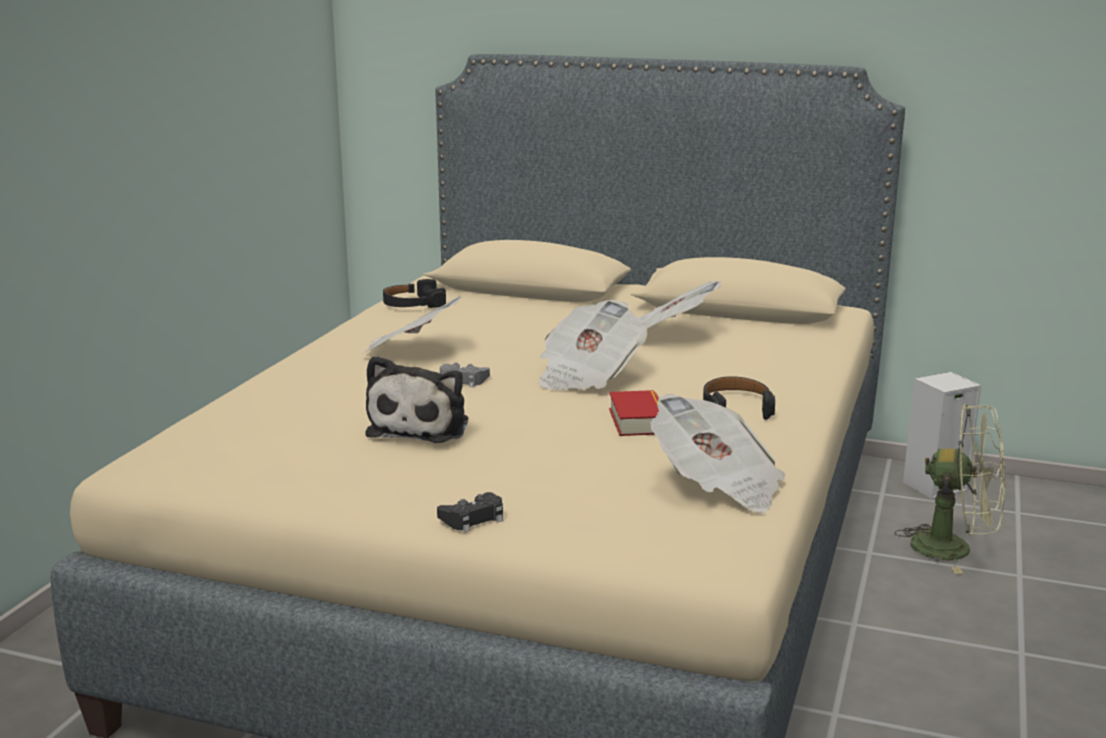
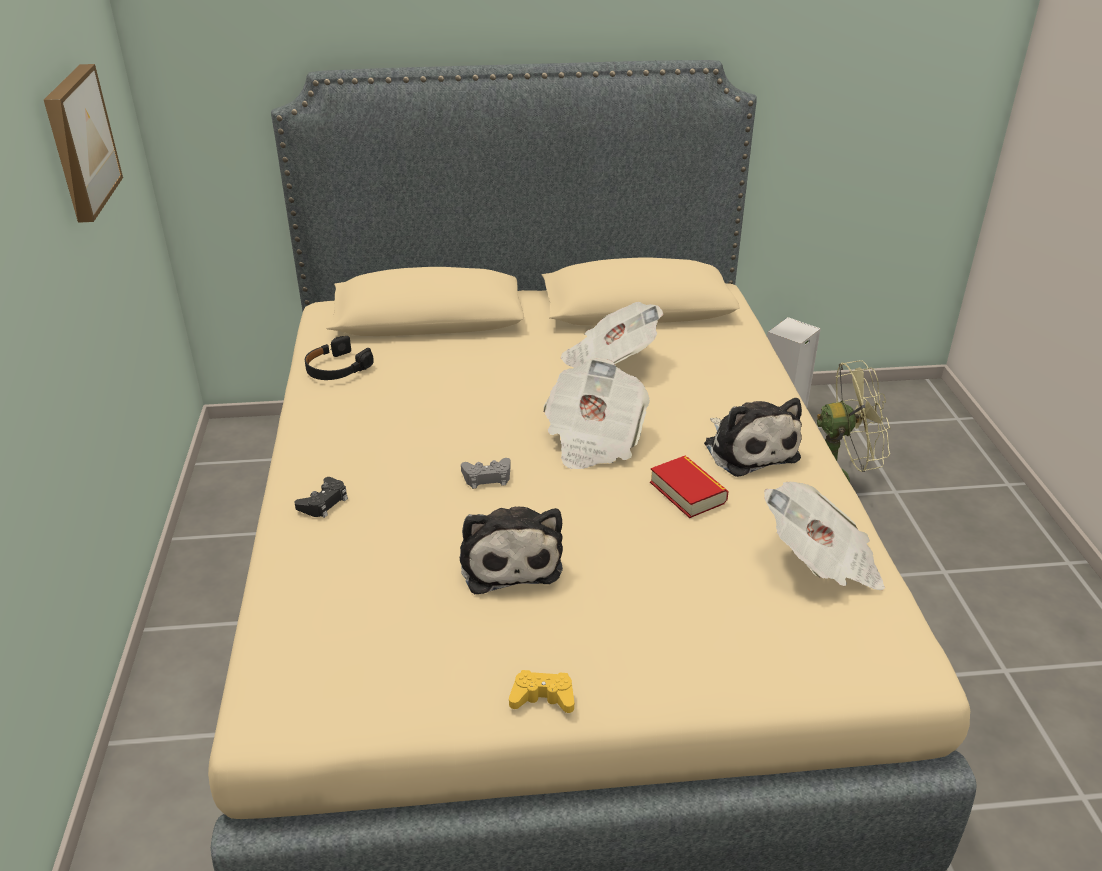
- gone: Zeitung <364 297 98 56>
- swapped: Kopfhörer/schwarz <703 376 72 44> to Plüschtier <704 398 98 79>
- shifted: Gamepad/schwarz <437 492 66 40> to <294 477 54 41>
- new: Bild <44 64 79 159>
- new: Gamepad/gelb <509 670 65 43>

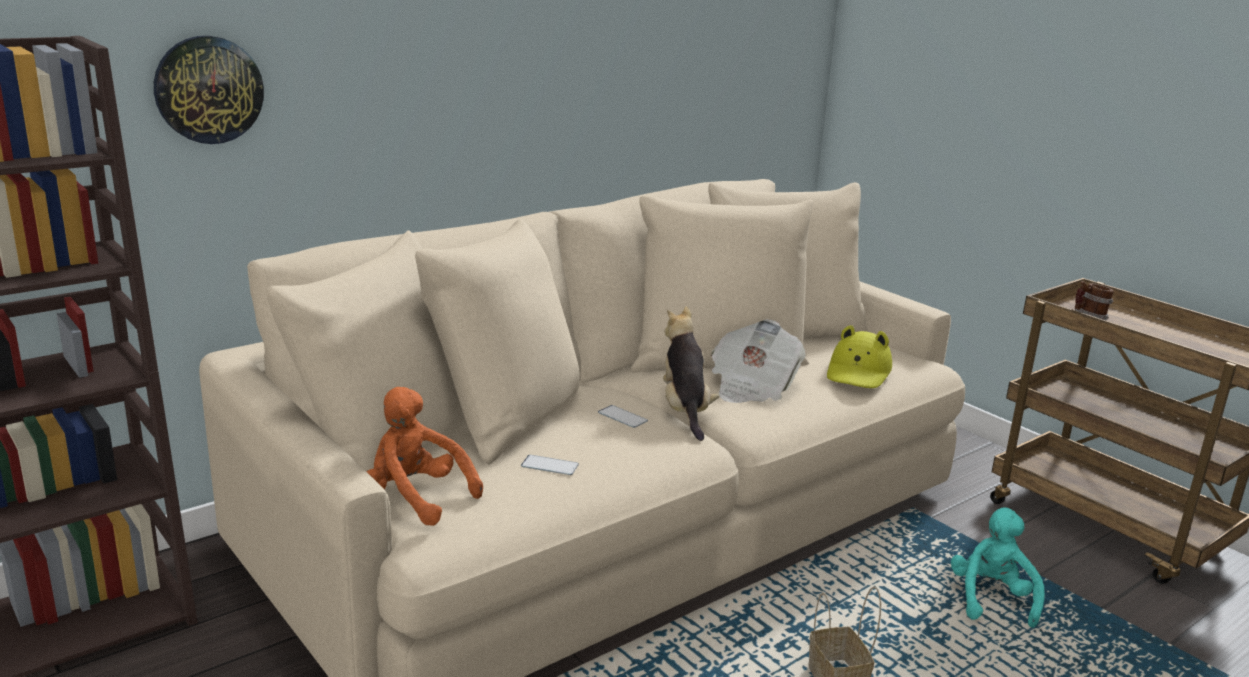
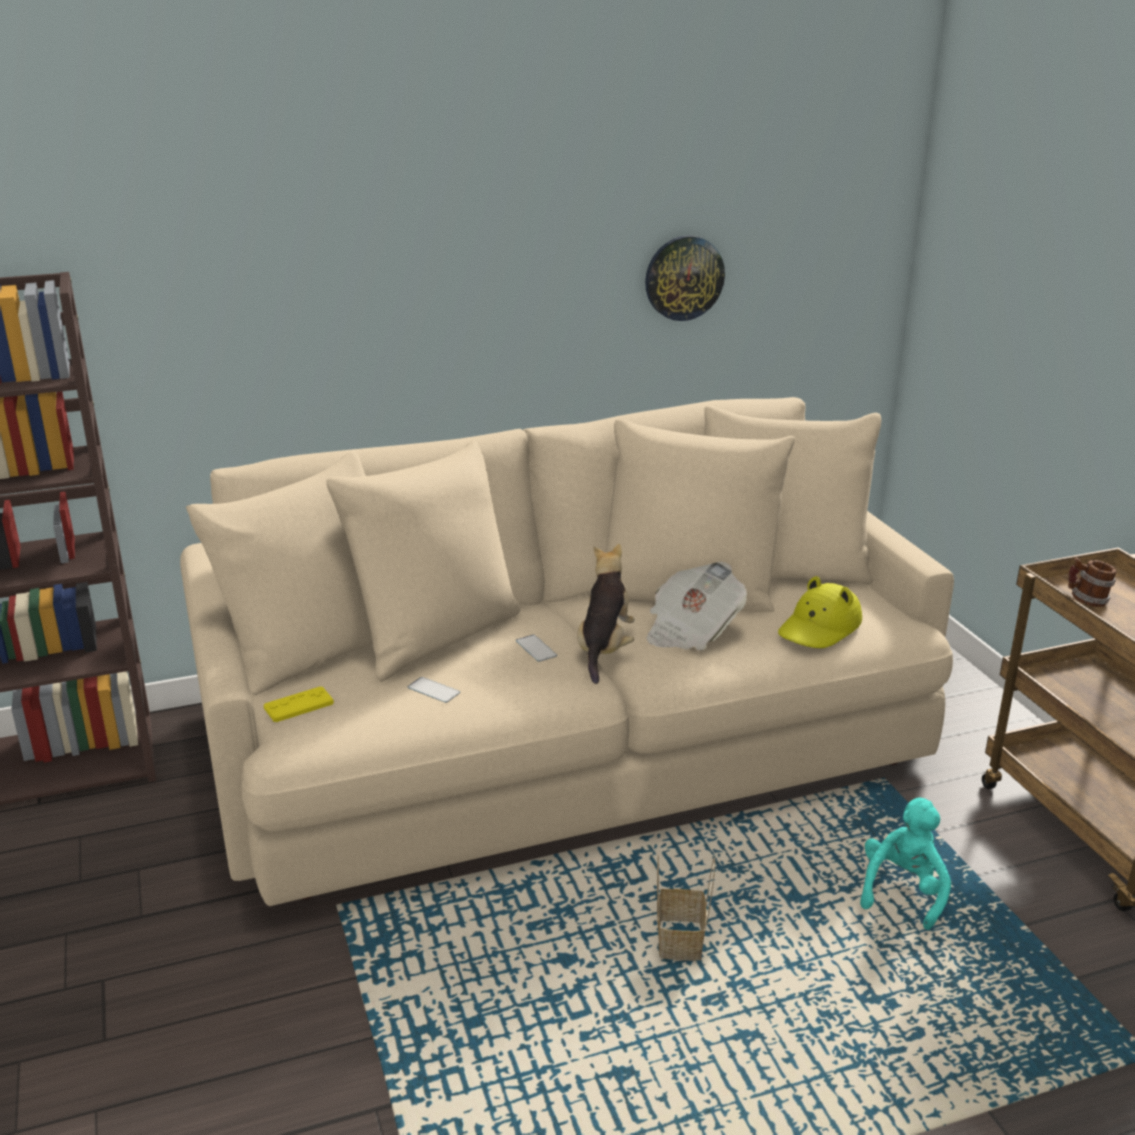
- shifted: Wanduhr <154 36 110 108> to <645 235 80 86>
- swapped: Plüschtier/orange <366 387 117 139> to Gamepad/gelb <264 686 70 36>

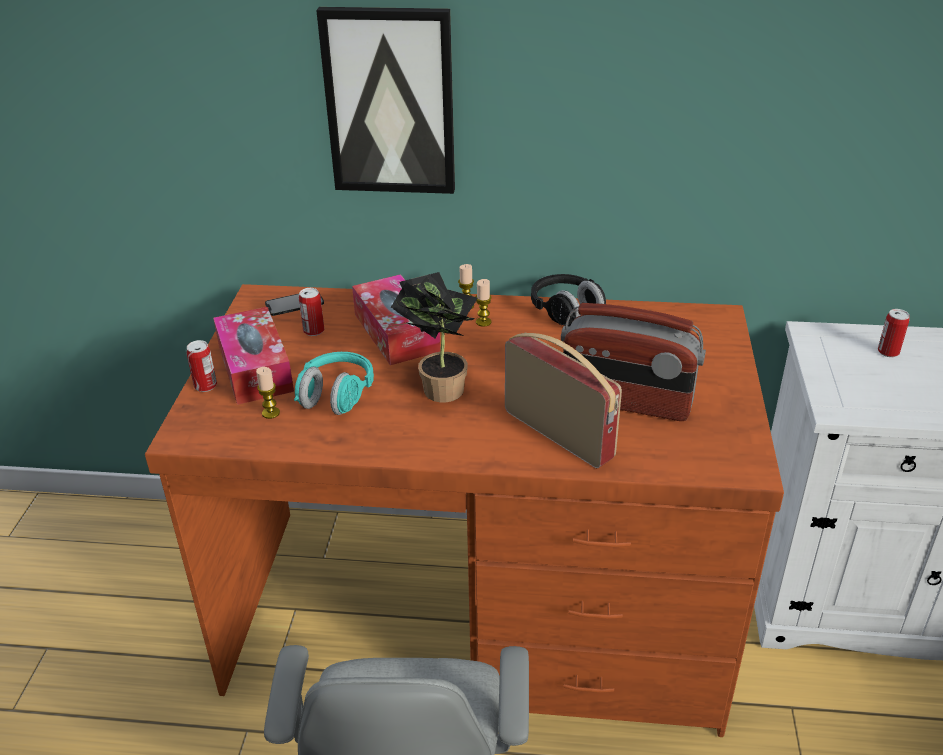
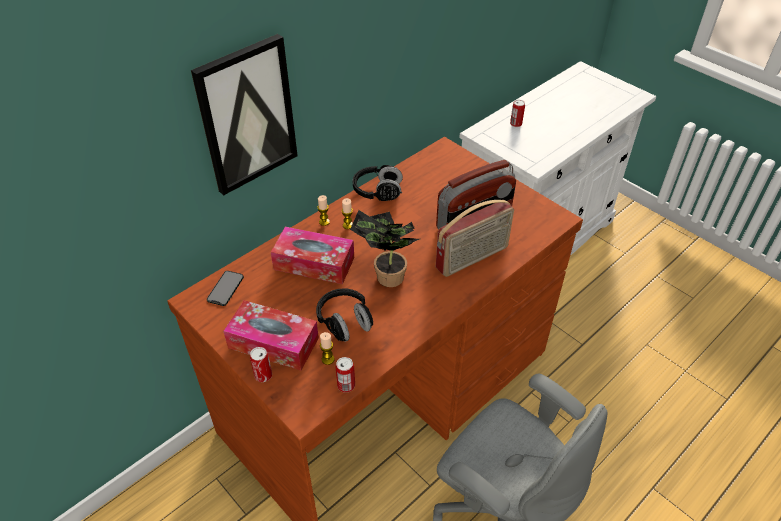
- shifted: Dose <299 288 25 48> to <336 357 19 35>
- rotated: Radio <505 333 117 135> = <436 200 78 77> 150 degrees clockwise
- repainted: Kopfhörer/türkis <294 352 80 63> to Kopfhörer/schwarz <316 288 57 54>

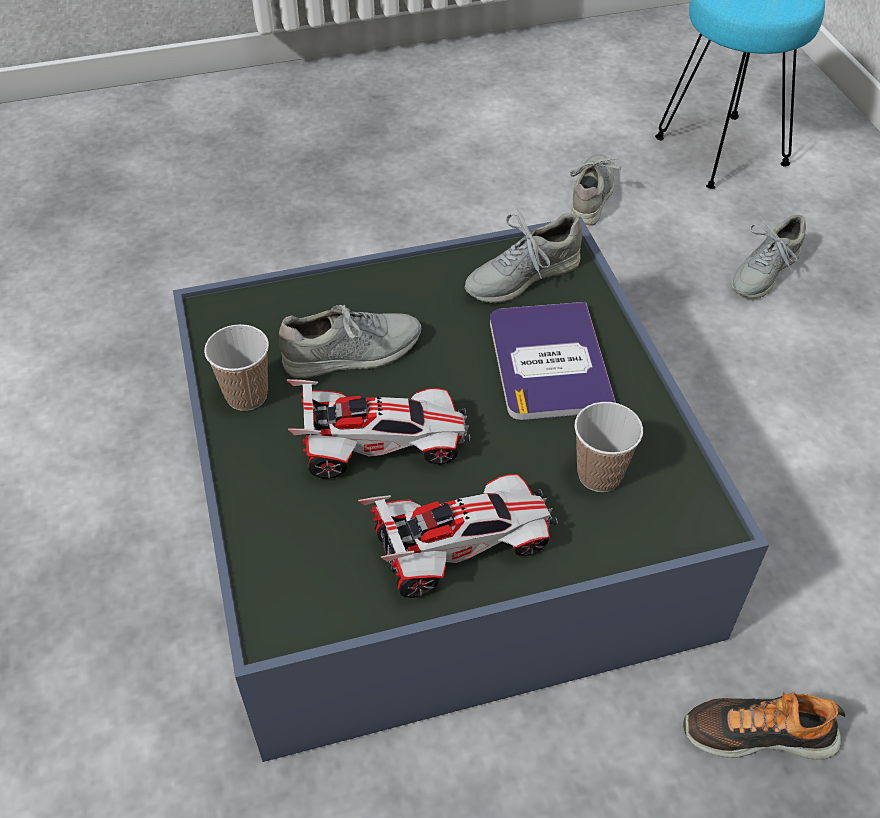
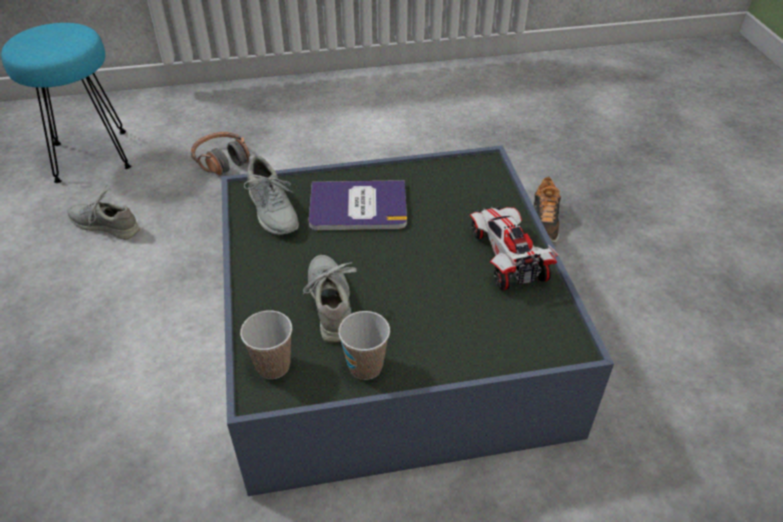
- swapped: Schuh/grau <731 214 75 85> to Kopfhörer <191 132 59 44>
- gone: Spielzeugauto <287 379 183 100>
- shifted: Tasse <574 402 69 90> to <240 310 52 69>

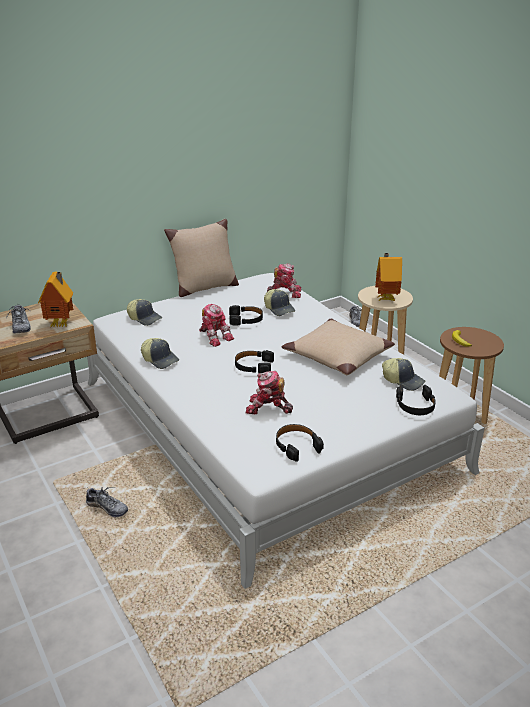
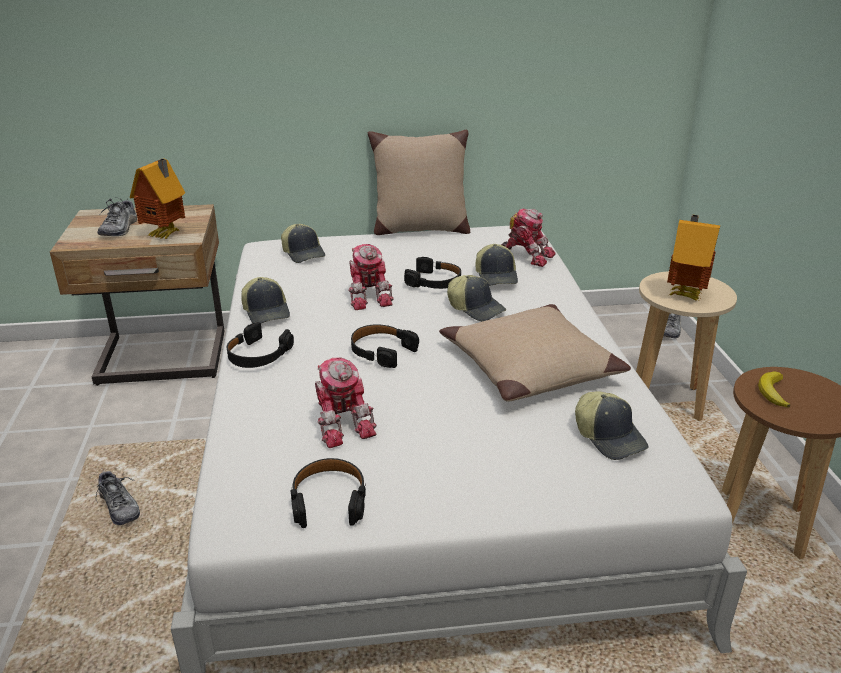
- rotated: Spielzeugroboter <246 371 47 43> = <315 357 62 91> 150 degrees counterclockwise
- shifted: Kopfhörer/schwarz <396 385 40 30> to <227 322 67 46>
- new: Kappe <447 275 59 46>

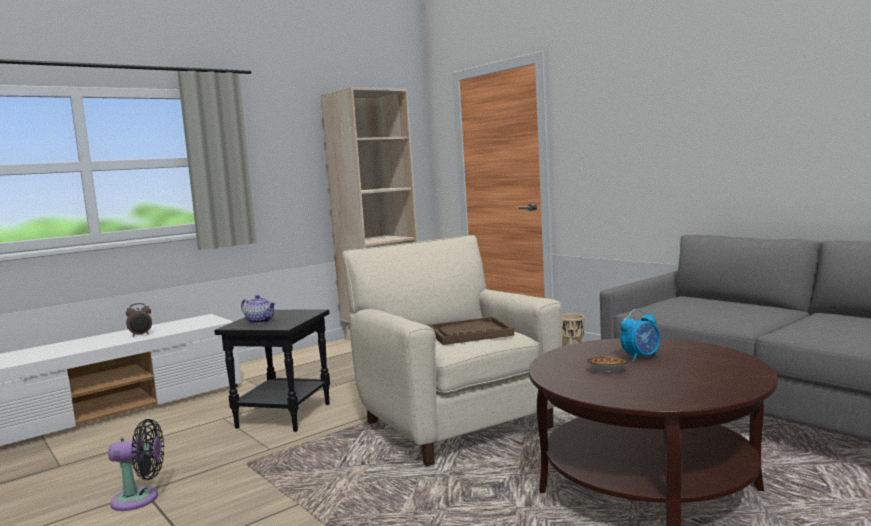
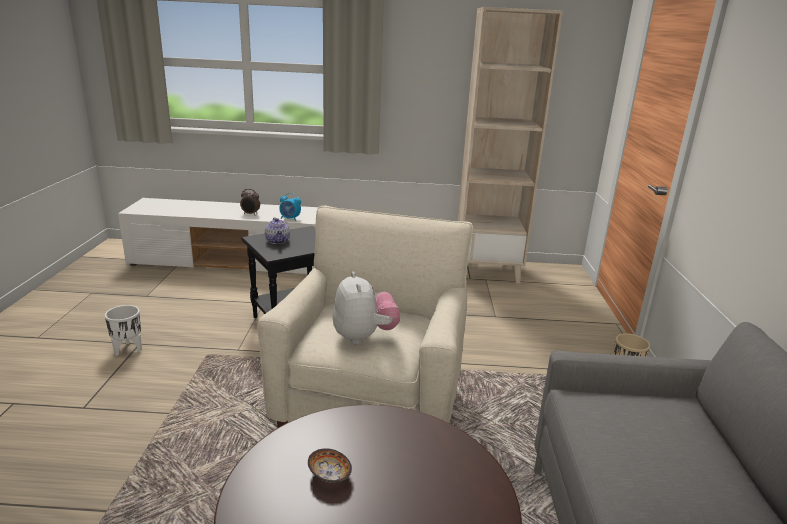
- shifted: Wecker <620 309 40 53> to <279 193 22 28>
- swapped: Tablett/braun <428 317 86 28> to Plüschtier <333 272 67 73>
- swapped: Ventilator/schwarz <108 419 56 92> to Pflanzkübel/weiß <105 305 37 51>

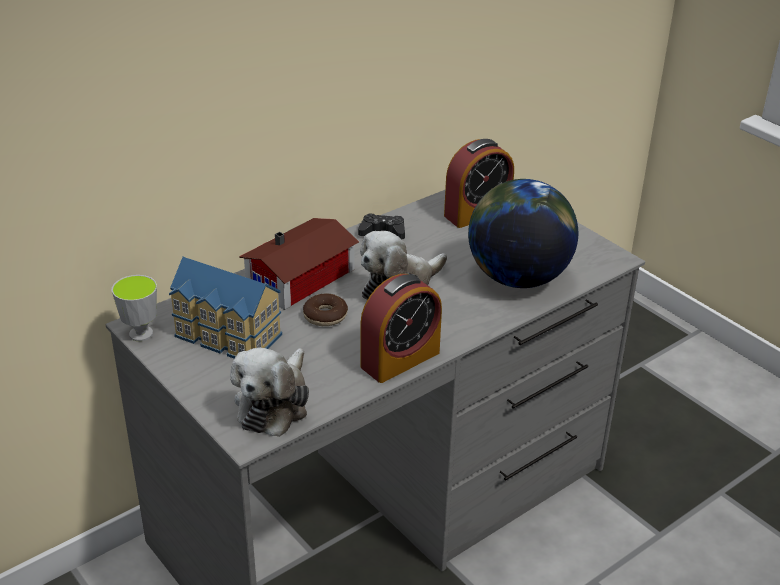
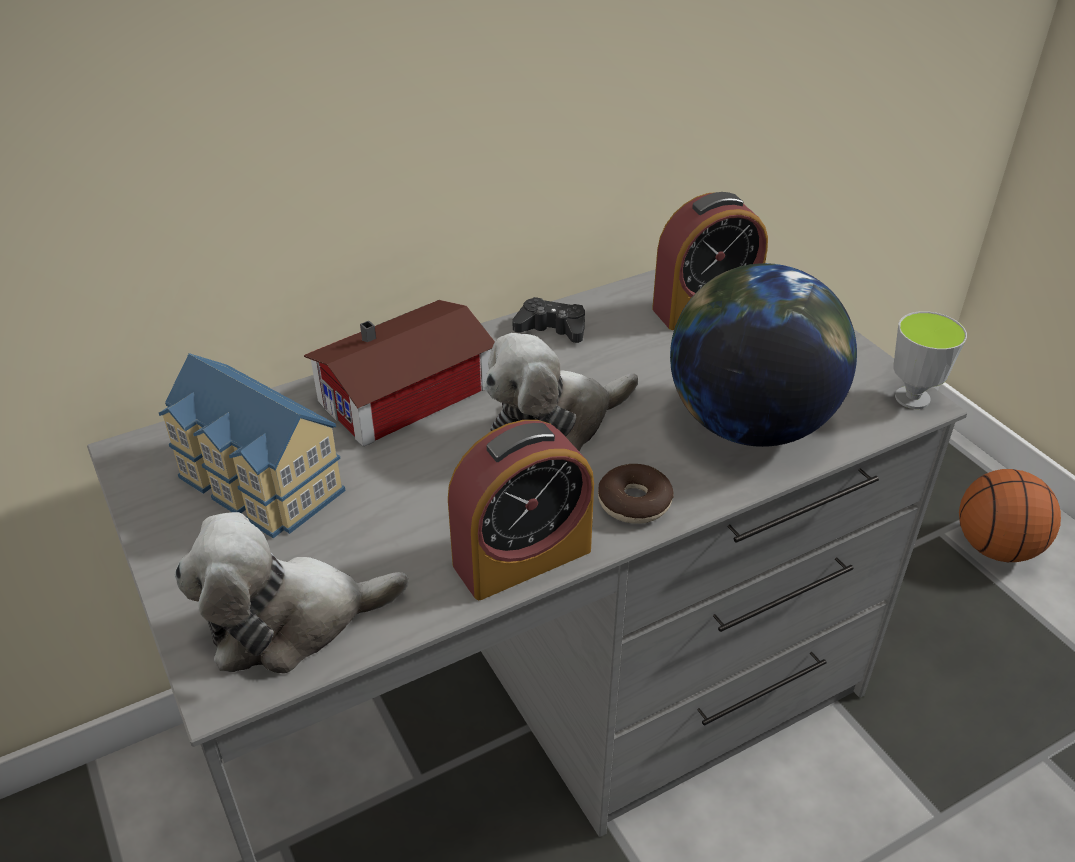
- shifted: Tasse <112 275 45 66> to <893 311 74 98>
- shifted: Donut <303 294 45 32> to <598 464 76 60>
- rotated: Plüschtier <230 348 79 89> = <175 512 234 162> 45 degrees clockwise
- new: Basketball <959 469 102 93>

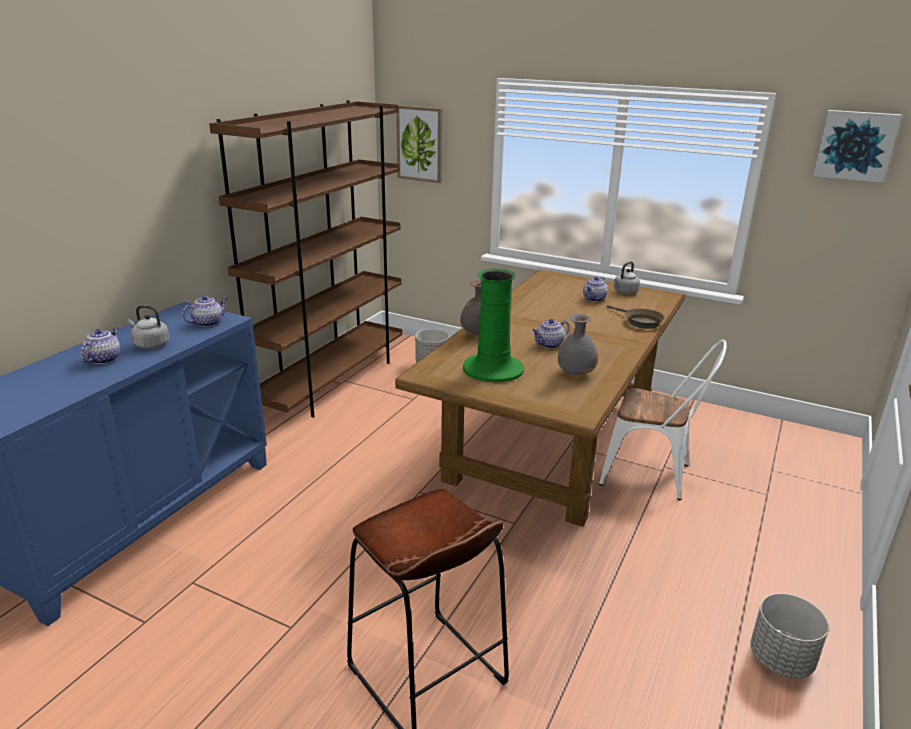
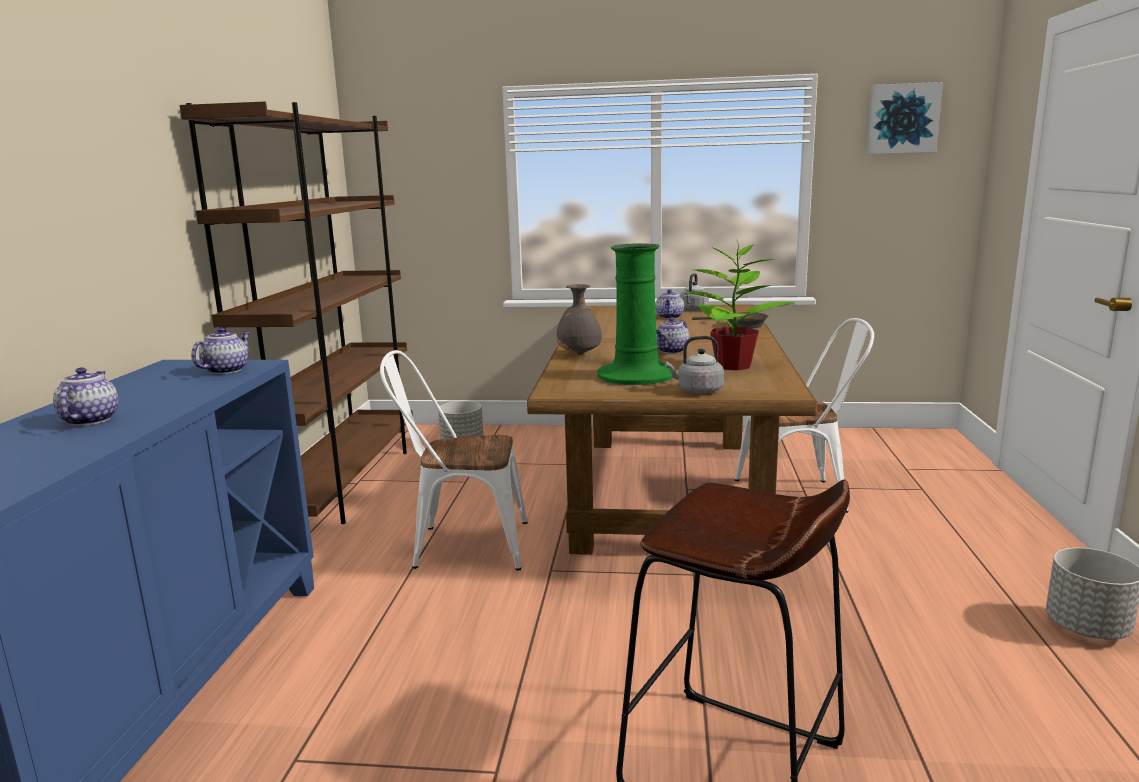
- gone: Bild <396 105 46 78>
- shifted: Wasserkessel/grau <127 305 42 44> to <665 336 59 58>
- swapped: Vase/grau <558 314 40 62> to Topfpflanze <686 241 107 129>
- new: Stuhl/weiß <380 350 148 221>

